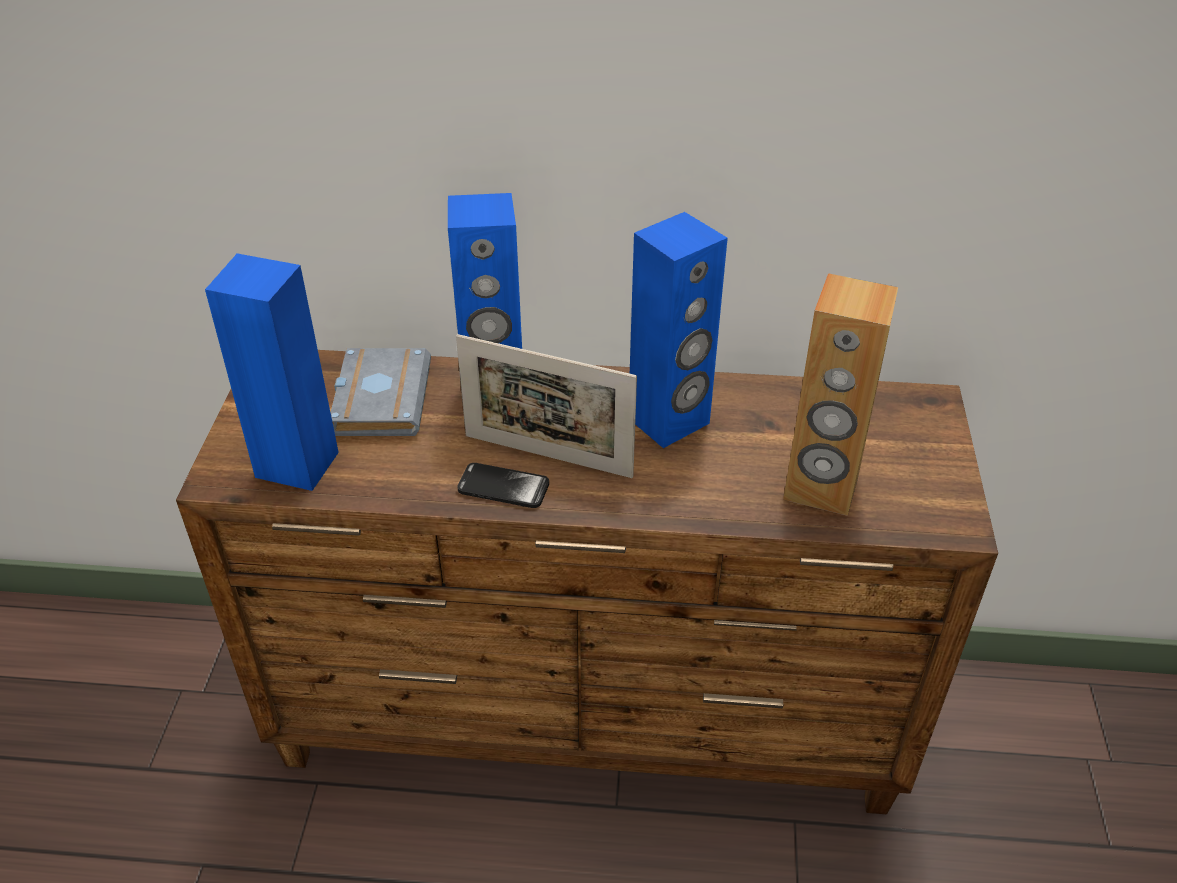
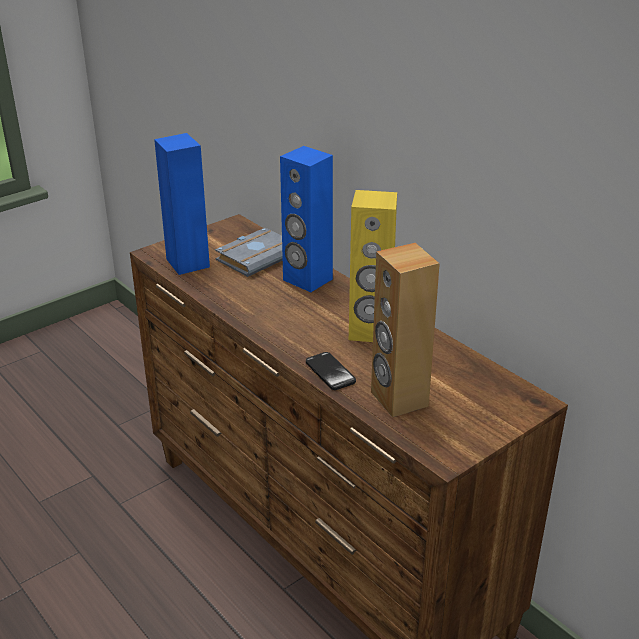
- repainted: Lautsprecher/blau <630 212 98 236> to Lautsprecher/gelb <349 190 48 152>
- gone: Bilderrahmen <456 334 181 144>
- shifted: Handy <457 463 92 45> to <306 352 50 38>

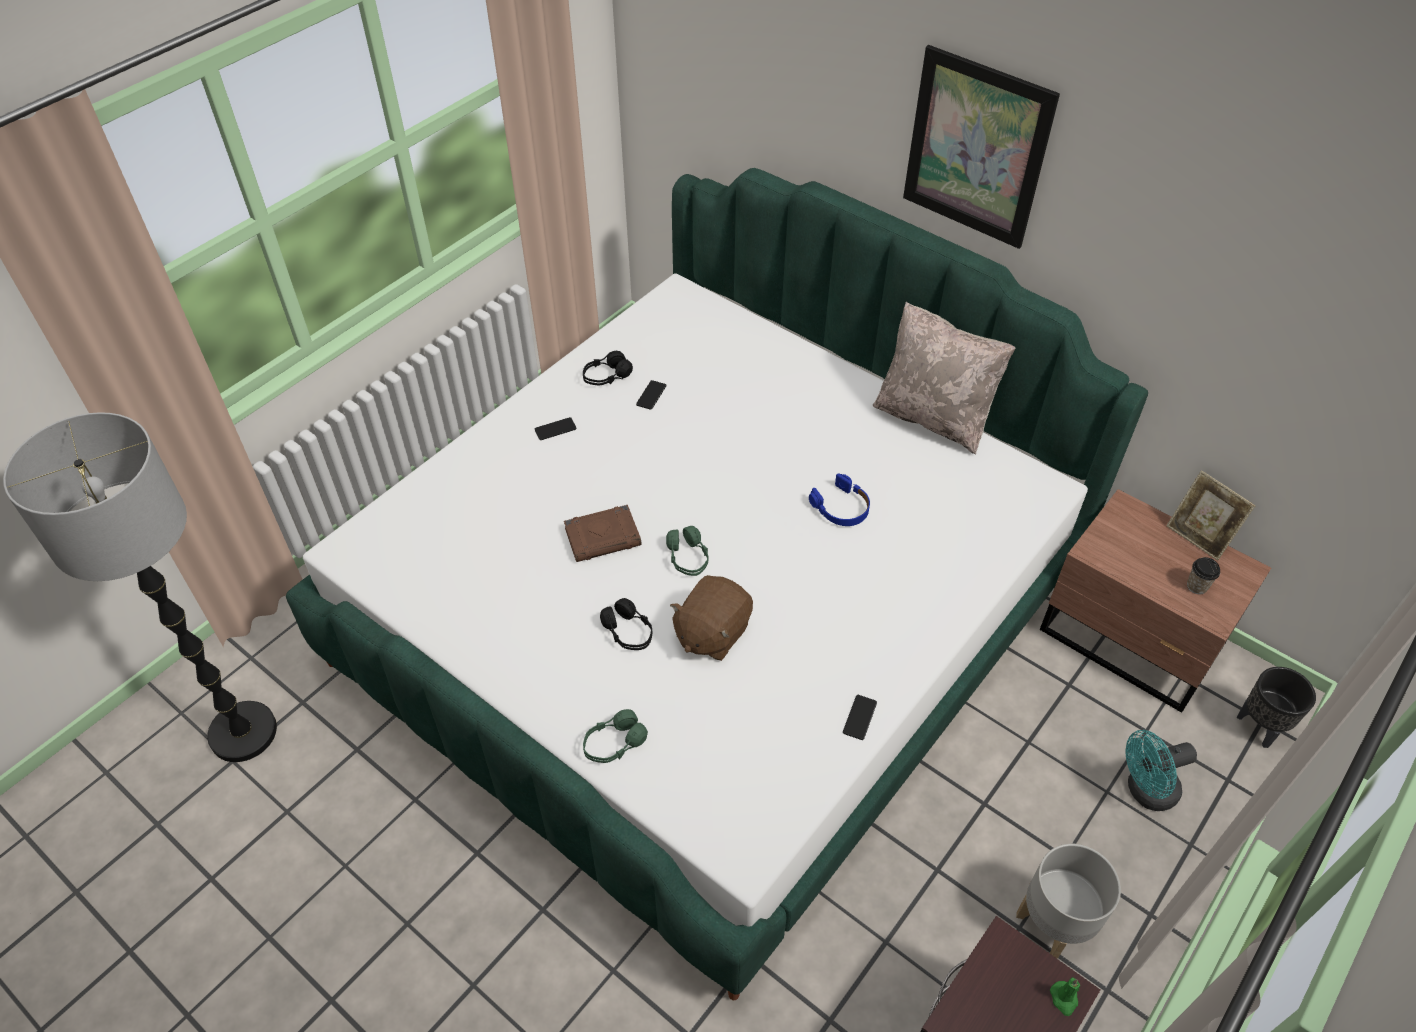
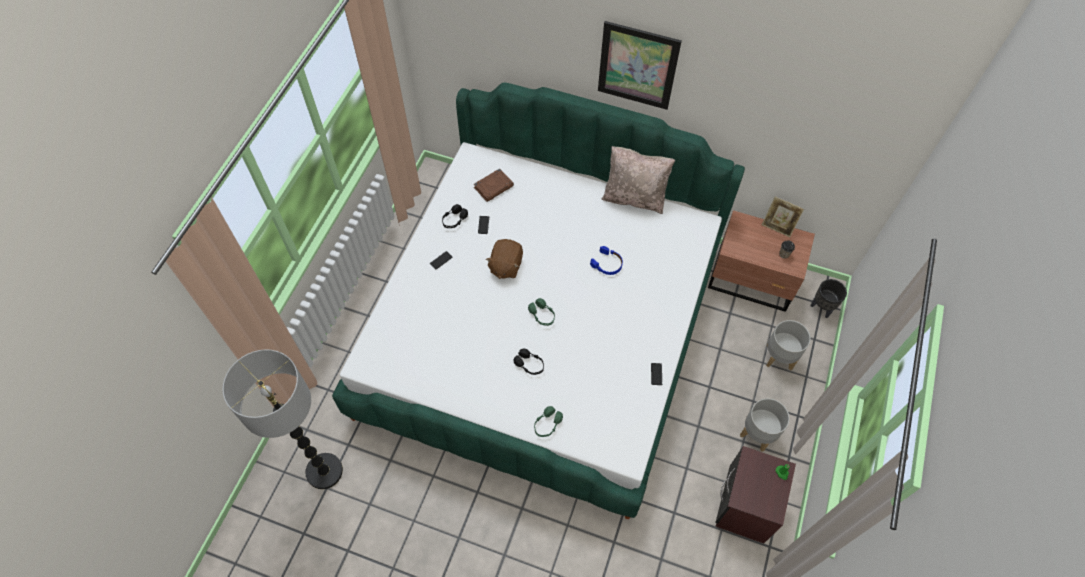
- shifted: Buch/braun <564 505 78 57> to <474 169 40 33>
- shifted: Plüschtier/braun <670 575 83 86> to <486 239 37 40>
- swapped: Ventilator/türkis <1126 730 71 81> to Pflanzkübel/grau <766 320 45 51>

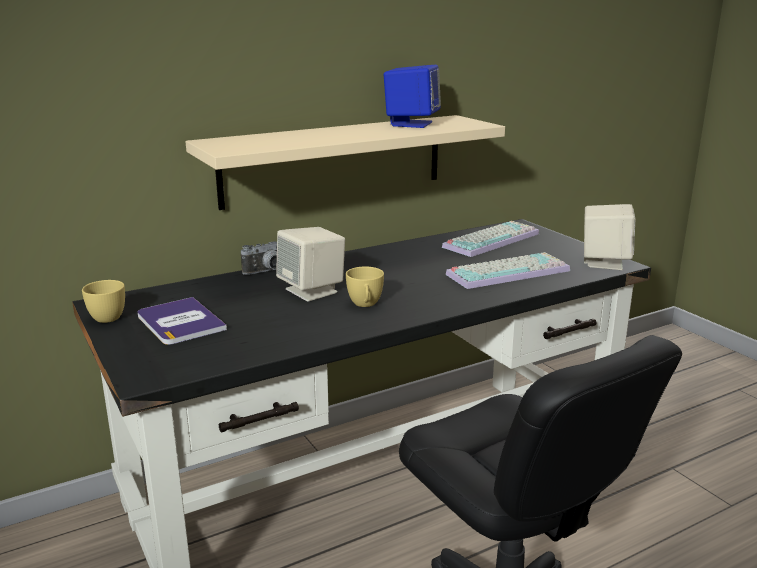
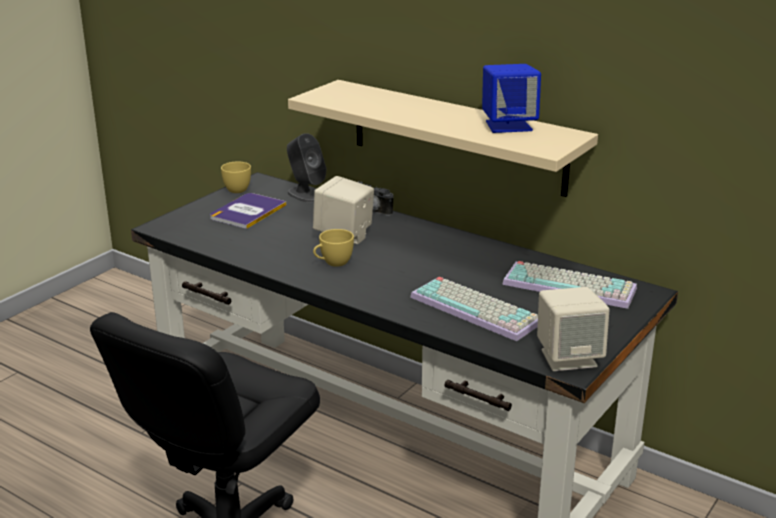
- new: Lautsprecher/grau <287 133 39 70>

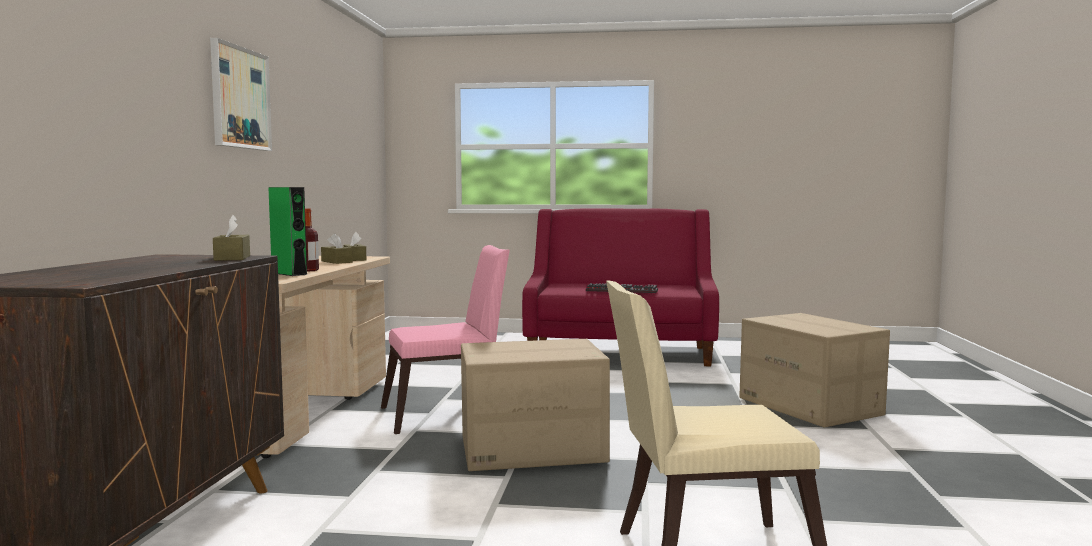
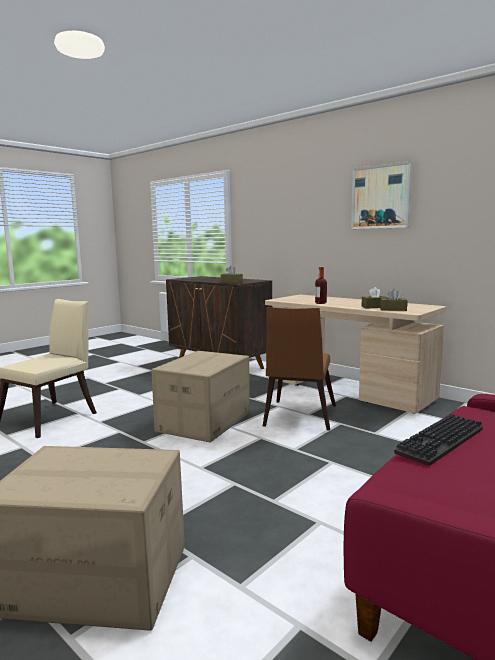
- gone: Lautsprecher/grün <268 187 39 89>
- repainted: Stuhl/rosa <381 245 129 189> to Stuhl/braun <263 307 73 124>

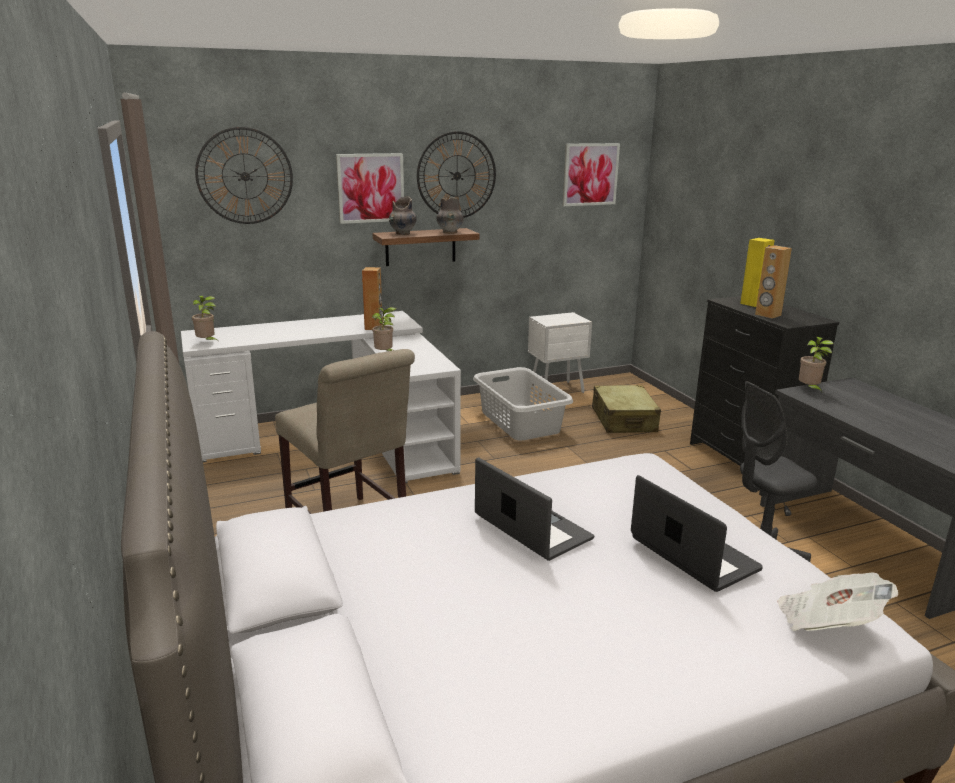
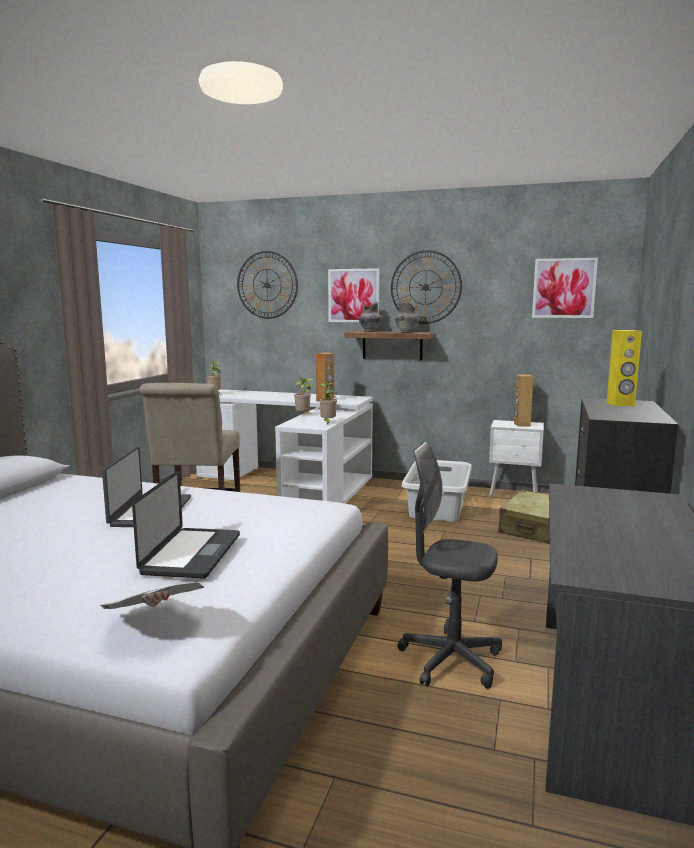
- shifted: Lautsprecher/braun <755 245 37 74> to <514 375 20 51>
- shifted: Topfpflanze <799 336 34 56> to <319 383 18 41>

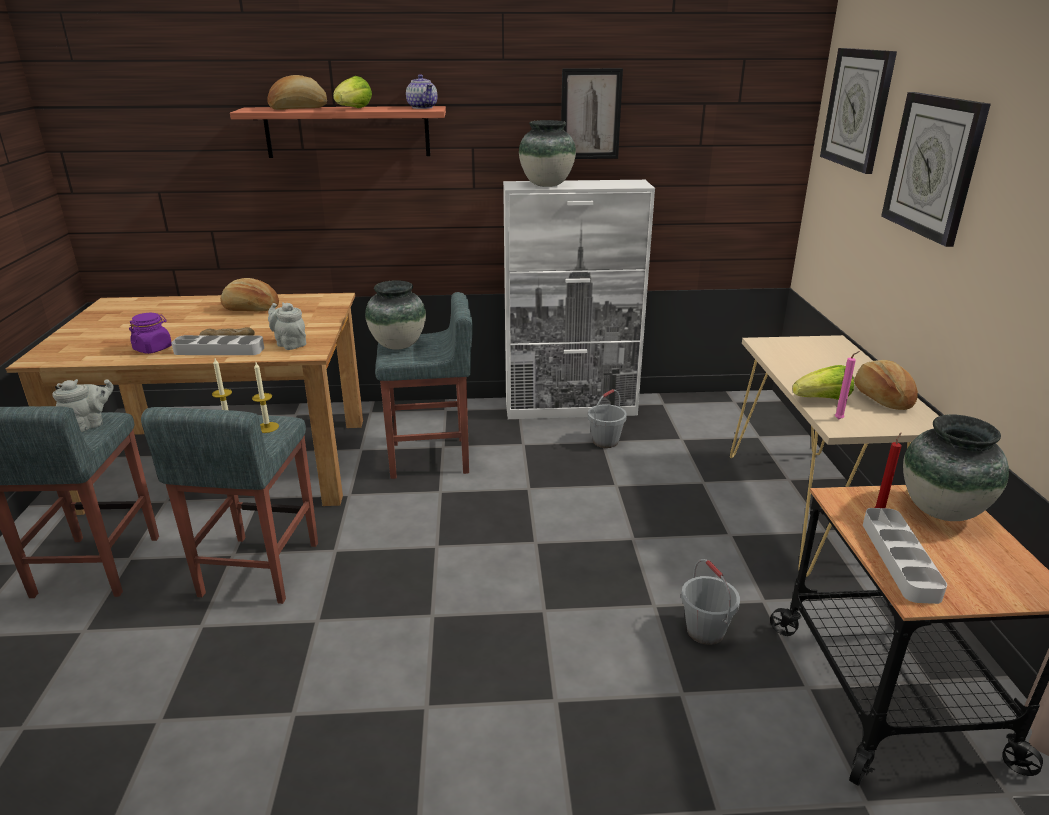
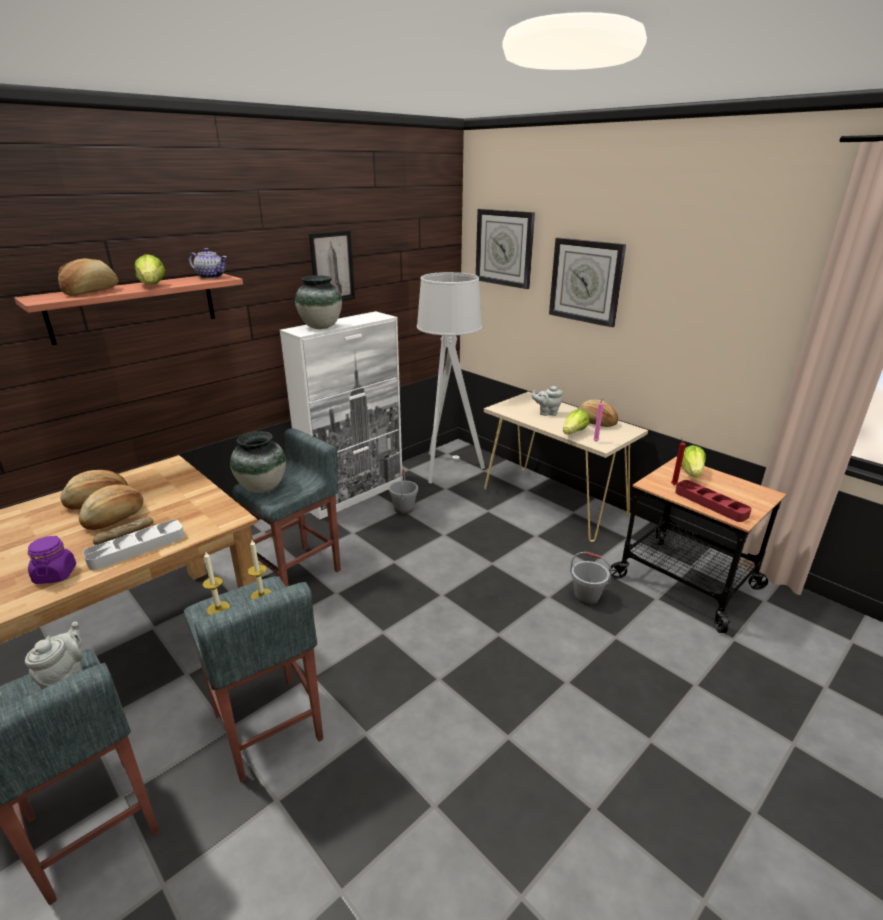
- shifted: Teekanne/grau <268 302 38 48> to <532 386 30 30>
- swapped: Vase <903 414 106 107> to Salatkopf <681 445 25 32>
- repainted: Tablett/grau <863 508 84 96> to Tablett/rot <675 480 77 42>
- new: Stehlampe/grau <417 272 68 211>
- new: Brot <79 484 64 46>

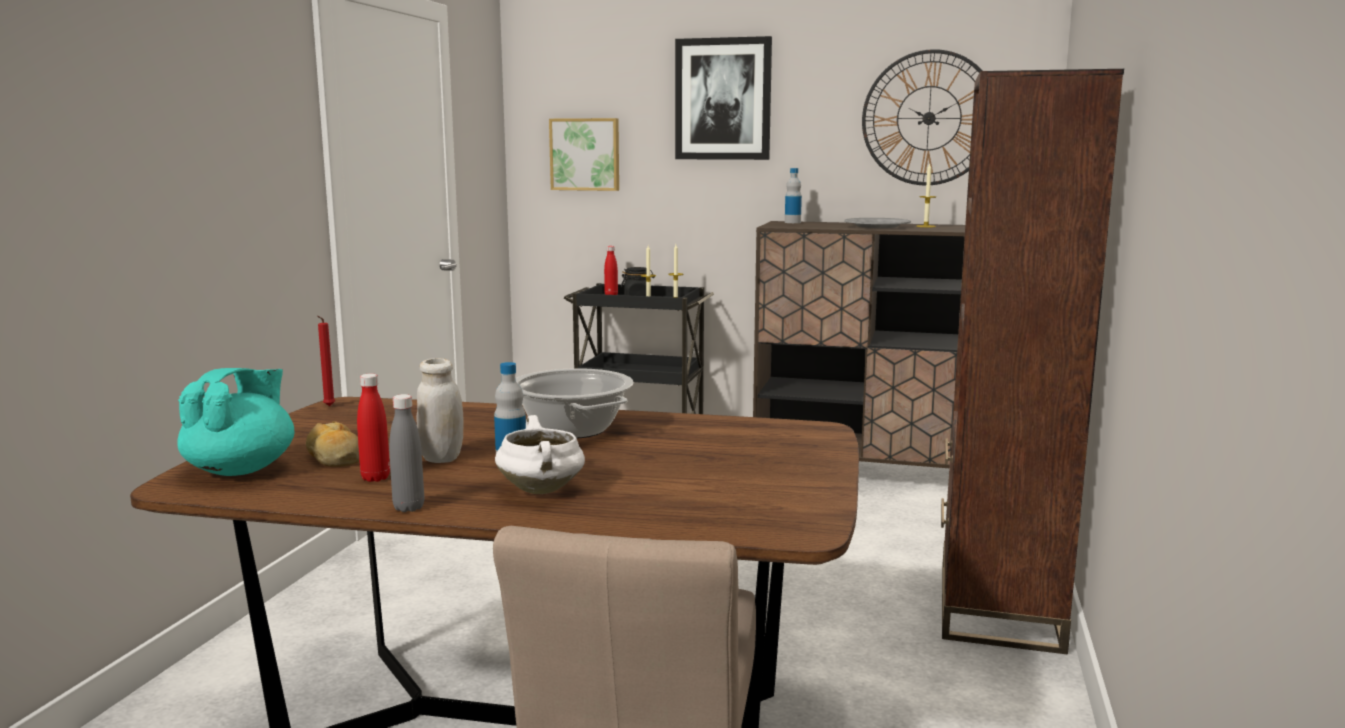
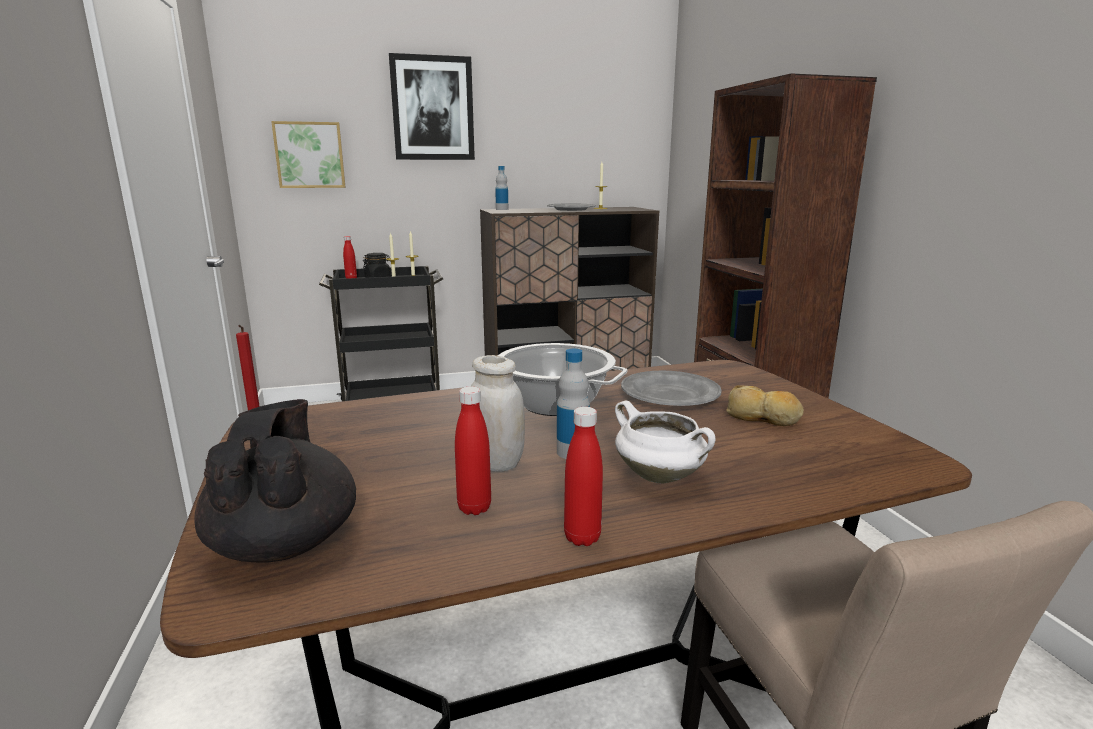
- gone: Wanduhr <862 49 120 137>
- repainted: Teekanne/türkis <177 368 117 108> to Teekanne/schwarz <194 399 162 164>
- repainted: Flasche/grau <389 394 35 118> to Flasche/rot <564 407 39 139>
- shifted: Brot <306 421 53 46> to <726 385 78 41>
- new: Teller/grau <621 371 101 35>

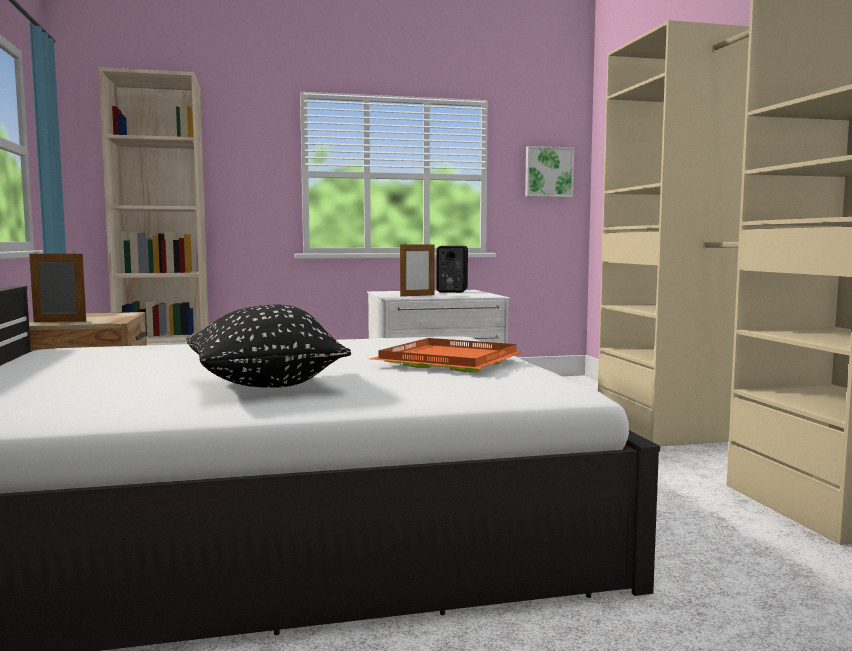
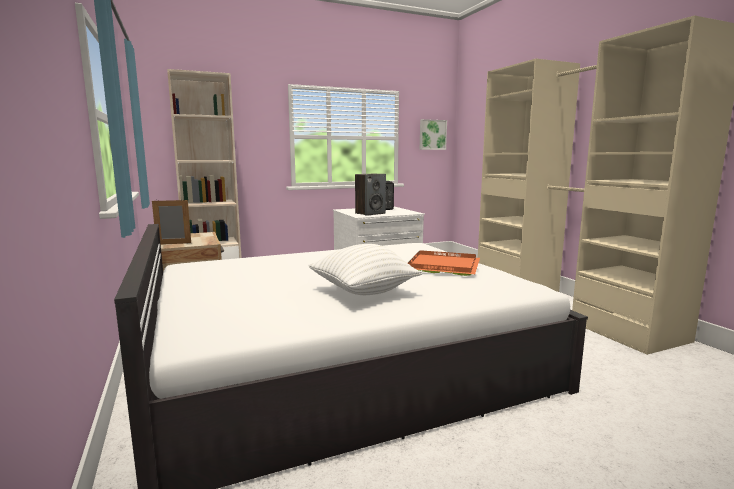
- swapped: Bilderrahmen <400 243 35 54> to Lautsprecher <355 174 31 42>
- repainted: Kissen/schwarz <186 305 165 83> to Kissen/weiß <308 244 114 51>

